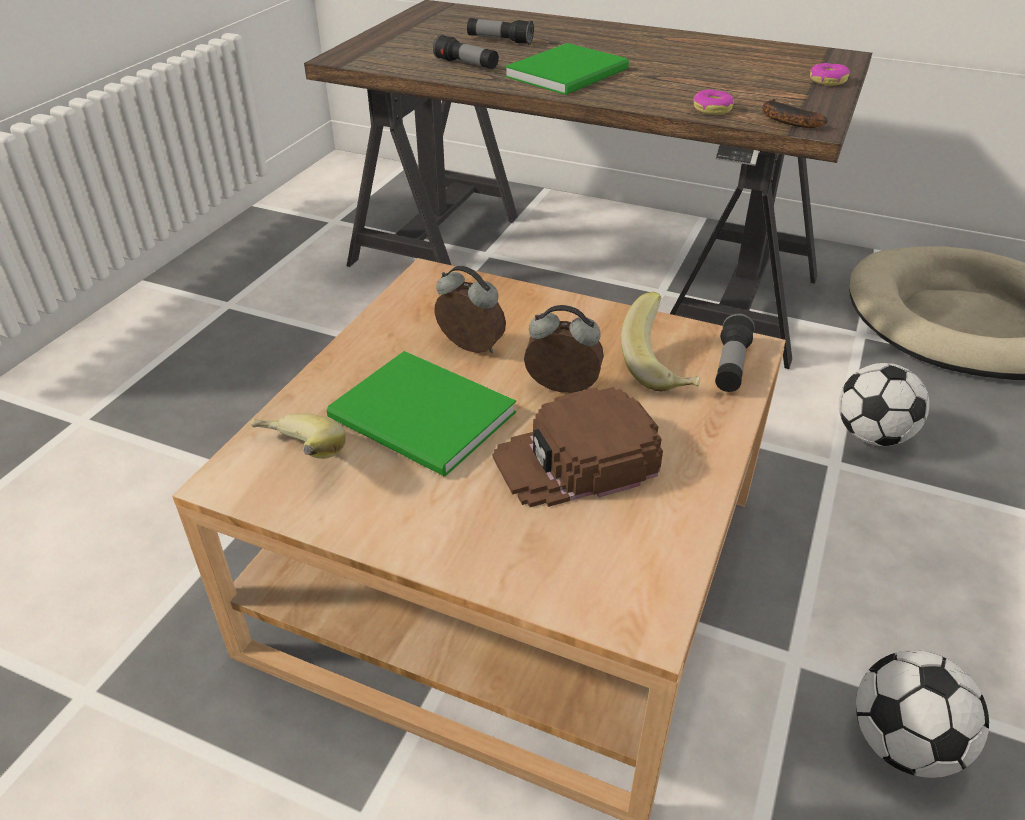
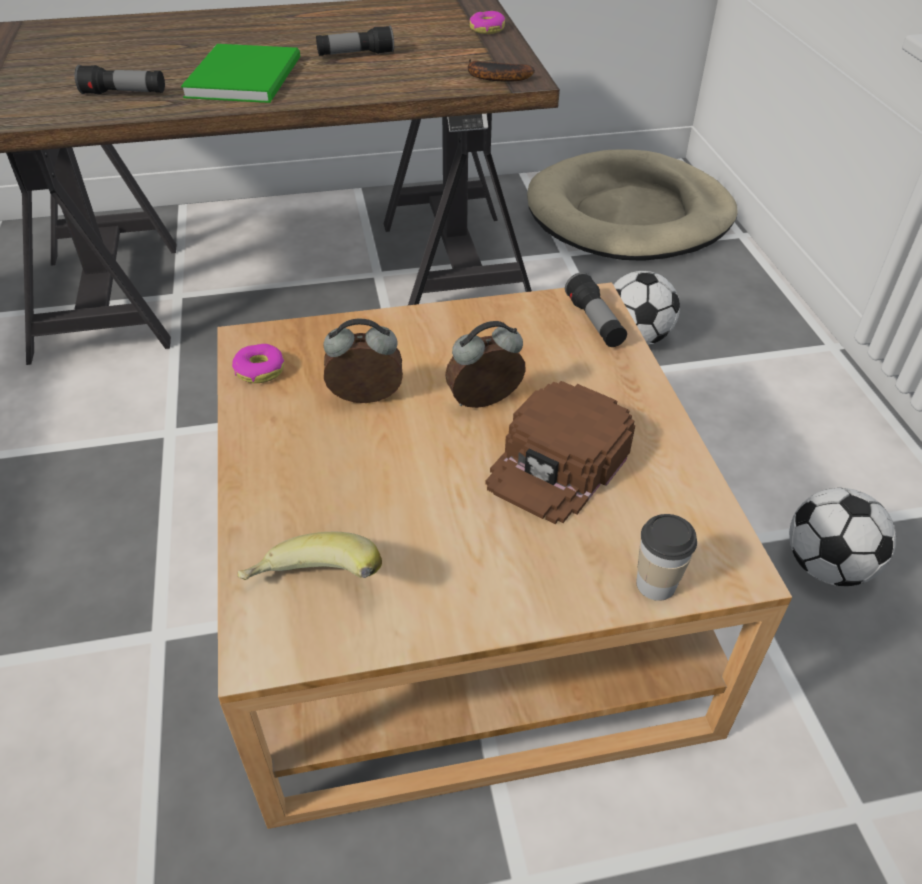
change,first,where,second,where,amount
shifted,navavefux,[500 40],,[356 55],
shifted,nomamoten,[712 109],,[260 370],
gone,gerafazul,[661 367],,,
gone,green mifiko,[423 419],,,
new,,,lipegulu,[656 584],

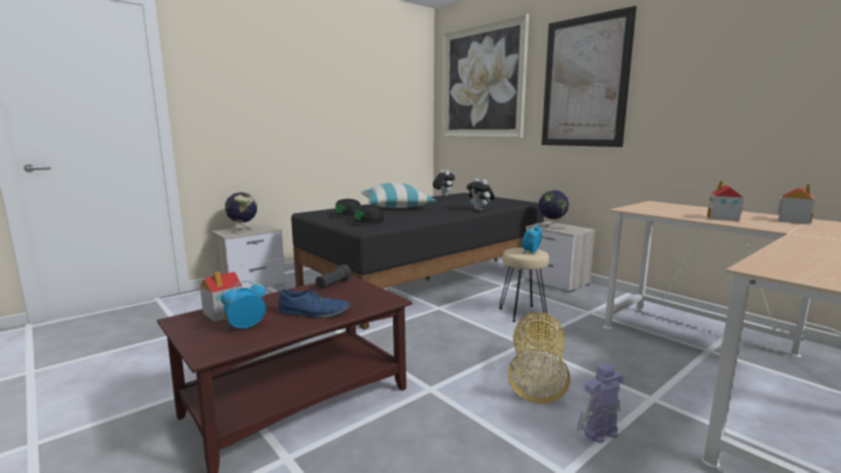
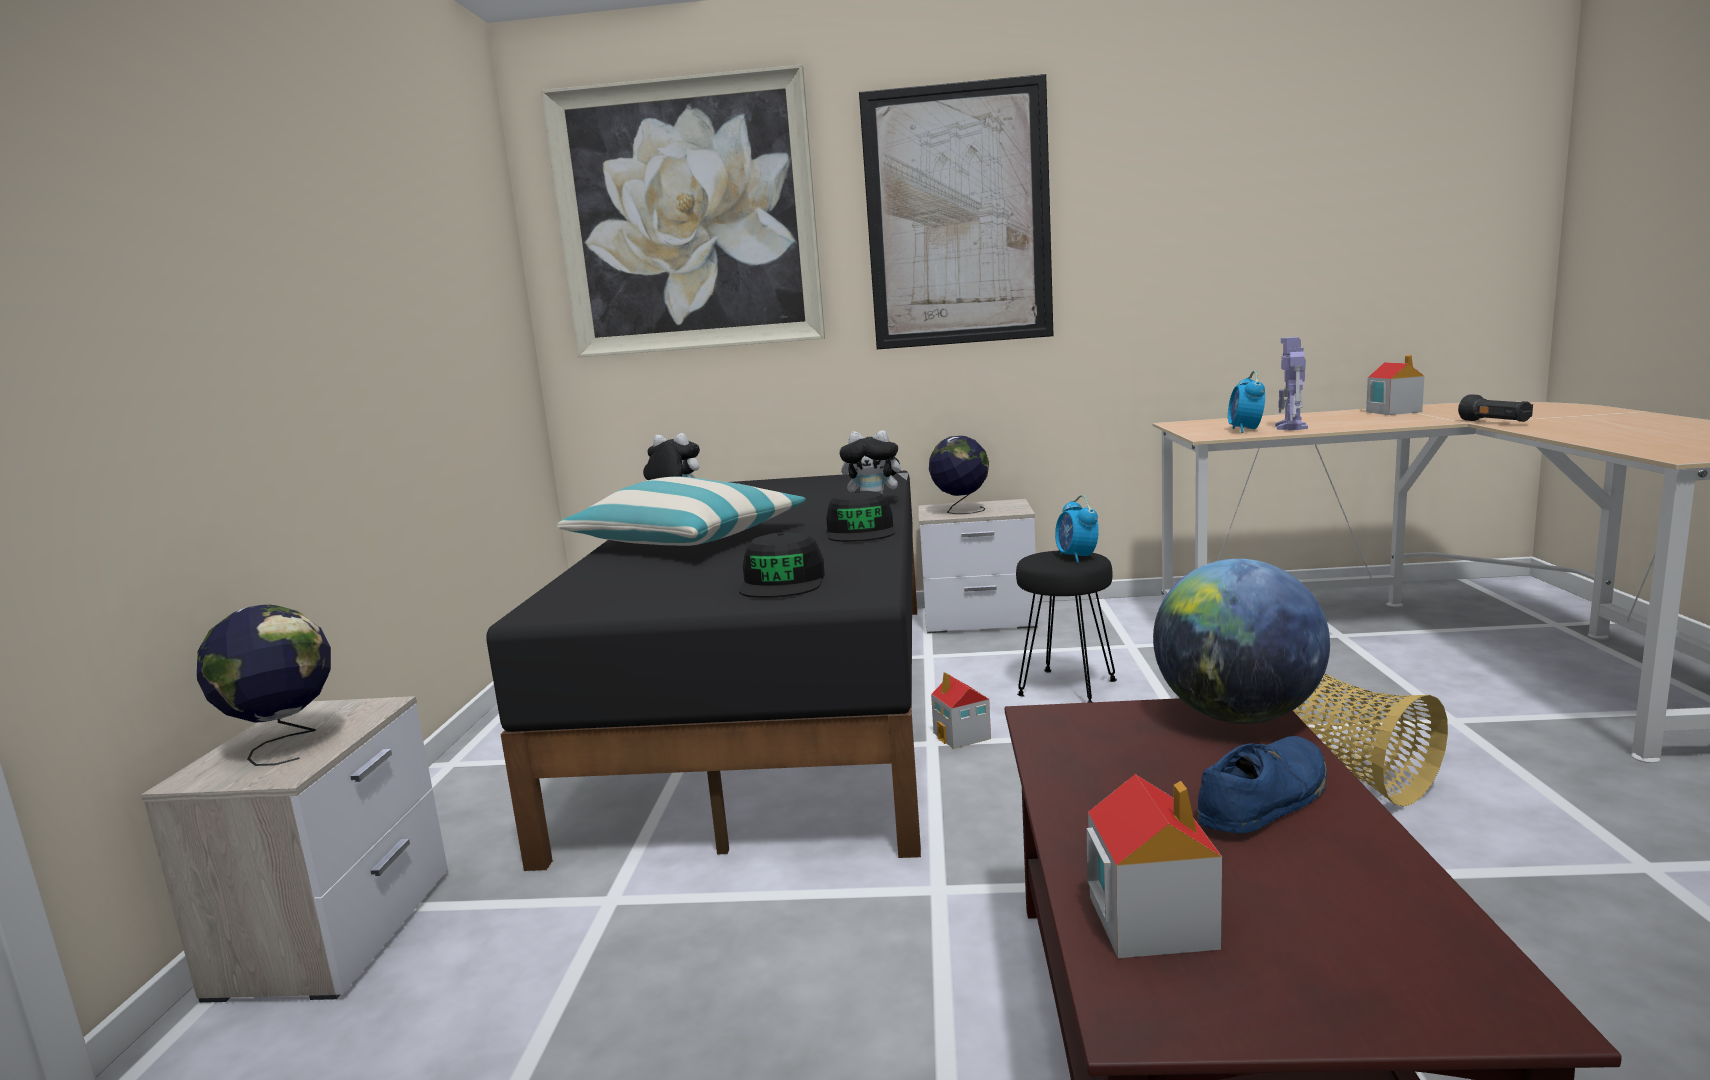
change,first,where,second,where,amount
shifted,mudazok,[722 218],,[962 736],
shifted,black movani,[345 215],,[861 531],
repainted,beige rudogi,[522 313],black rudogi,[1066 687],
shifted,black navavefux,[333 285],,[1495 422],
shifted,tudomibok,[245 326],,[1245 430],
shifted,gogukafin,[599 433],,[1291 427],
new,,,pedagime,[1237 716],

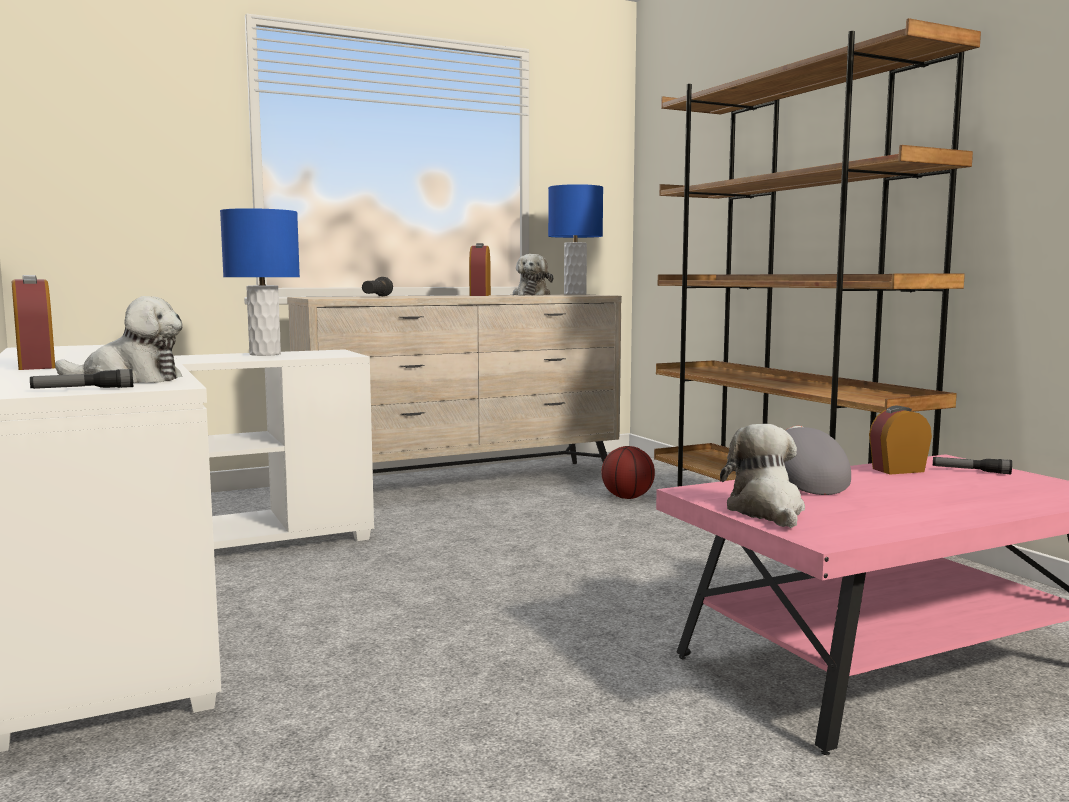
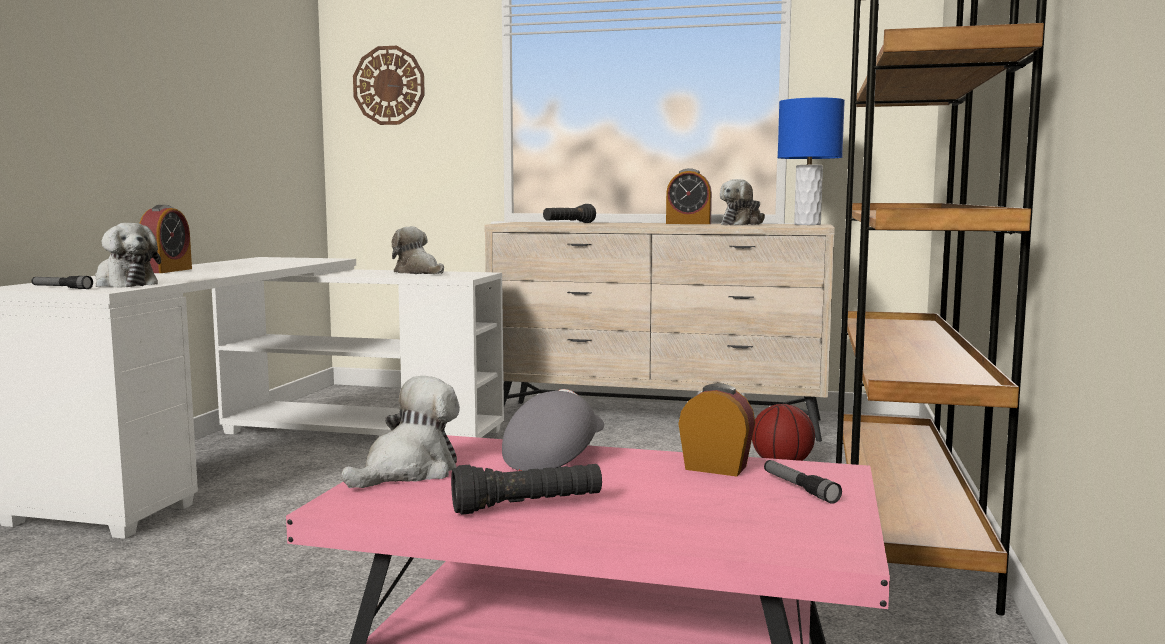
change,first,where,second,where,amount
swapped,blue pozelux,[265 354],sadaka,[418 272],
rotated,tudomibok,[480 295],,[688 223],120 degrees counterclockwise
new,,,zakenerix,[389 85],
new,,,black navavefux,[527 507],

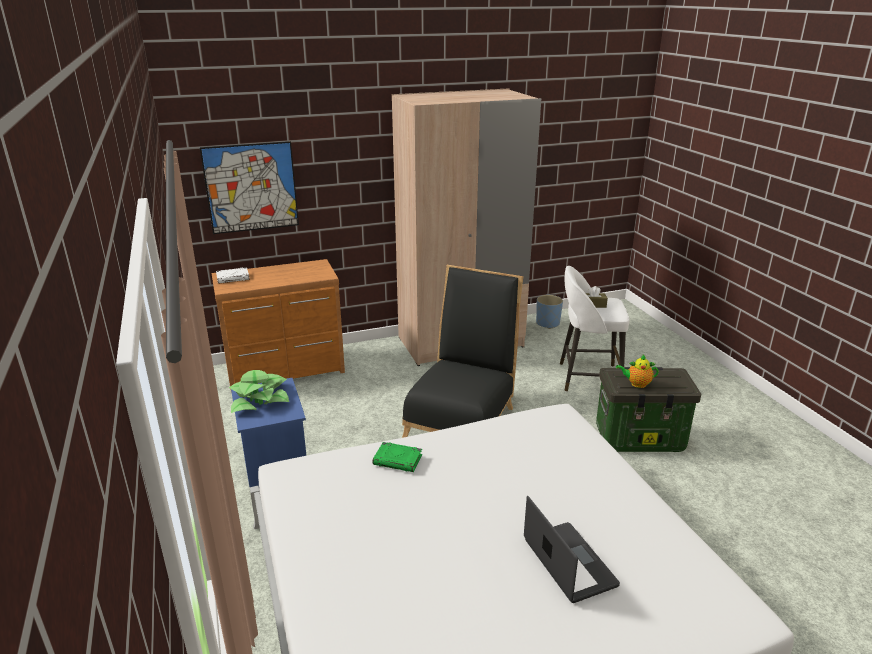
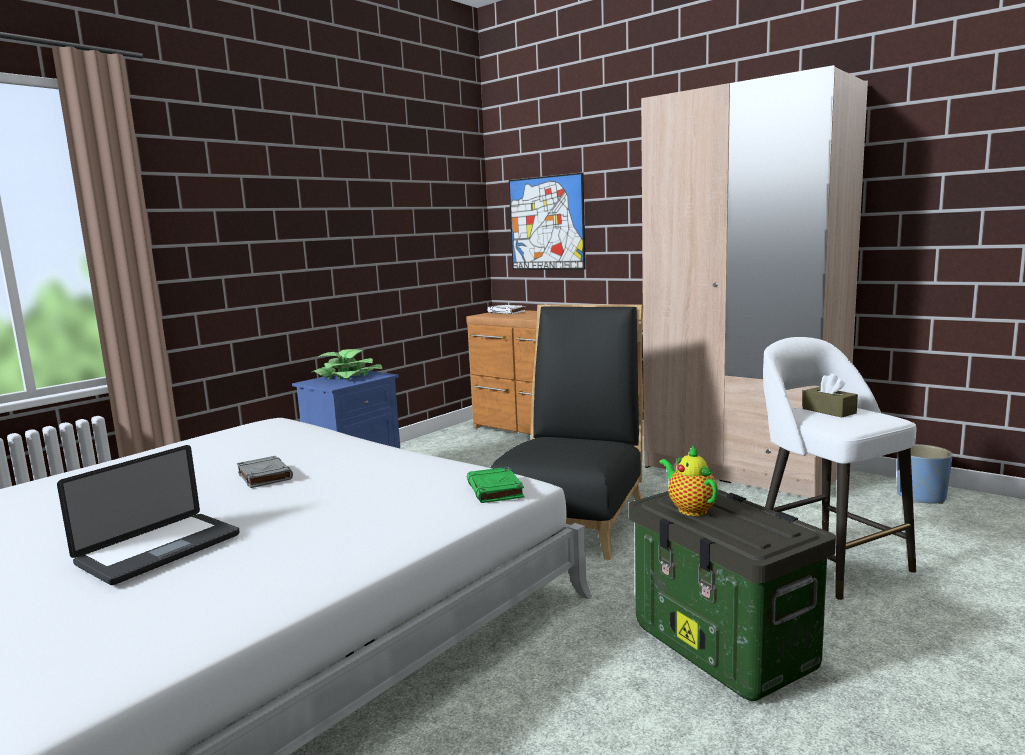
change,first,where,second,where,amount
rotated,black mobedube,[462 419],,[572 516],60 degrees counterclockwise
shifted,green mifiko,[398 460],,[495 490],
new,,,grey mifiko,[264 476],

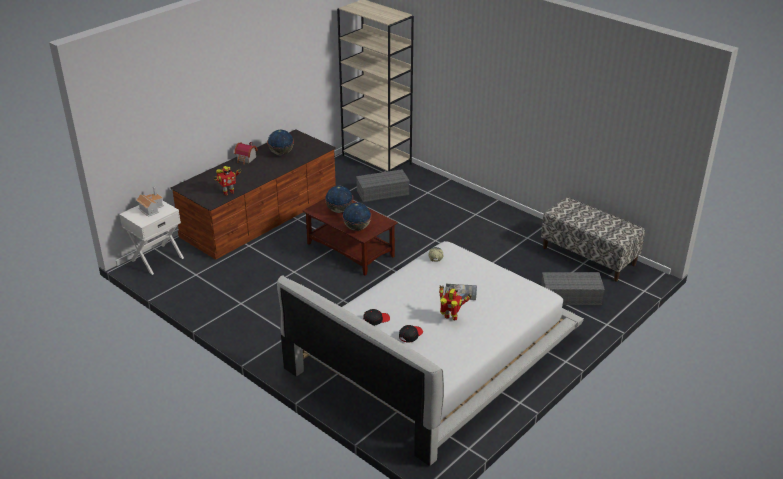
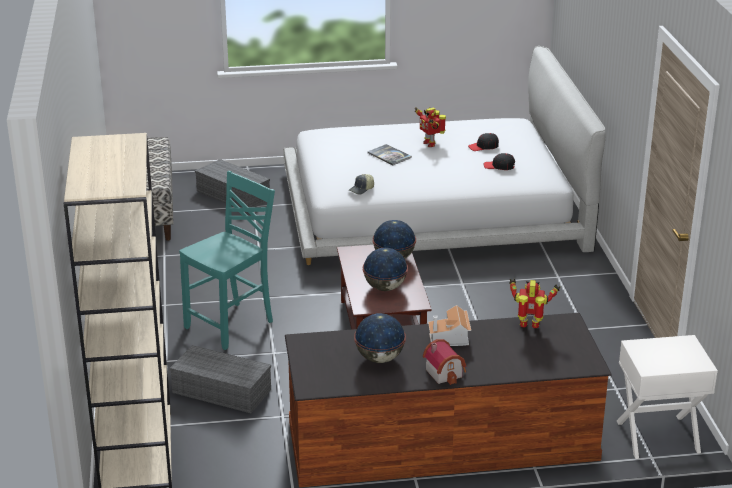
change,first,where,second,where,amount
shifted,mudazok,[151 208],,[450 338],
new,,,turquoise mobedube,[231 325],

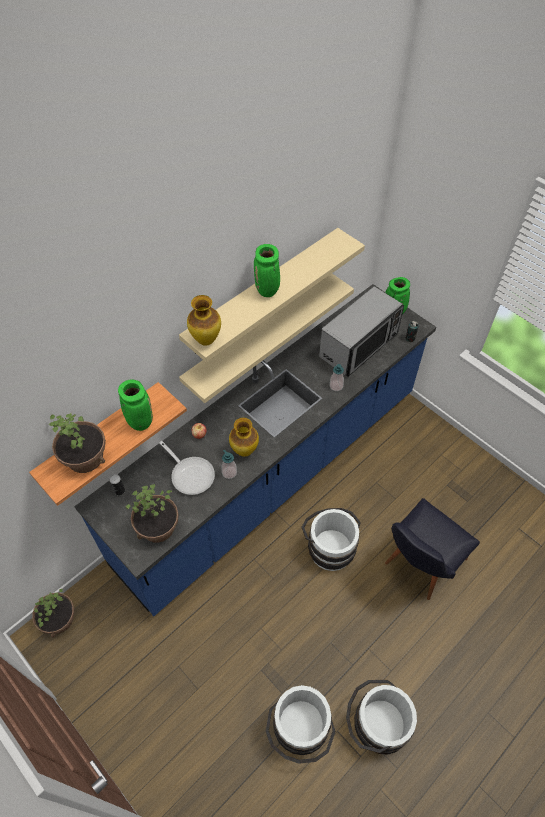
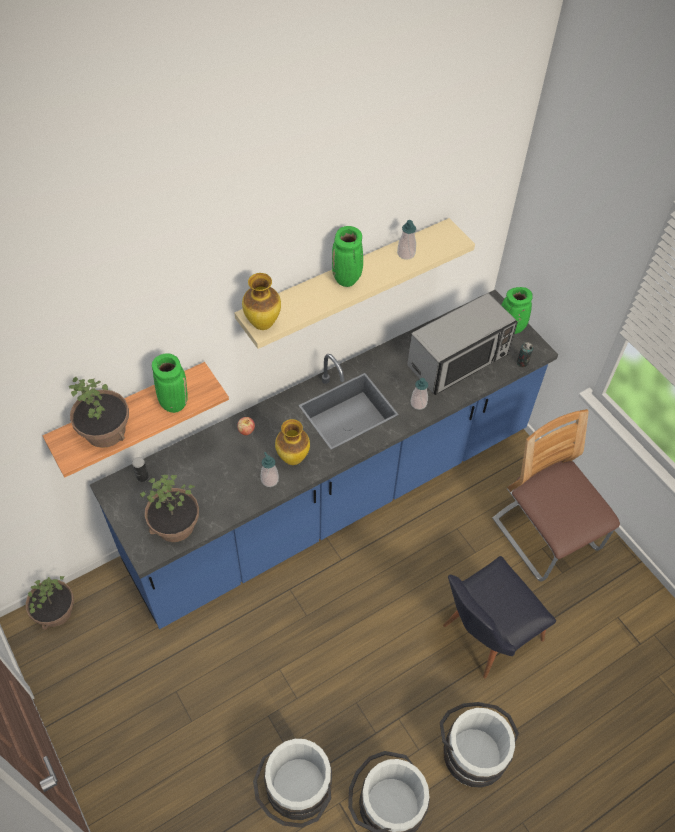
change,first,where,second,where,amount
gone,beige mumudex,[258 333],,,
gone,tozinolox,[190 474],,,
shifted,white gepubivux,[329 545],,[472 750],
new,,,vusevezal,[406 253],
new,,,mobedube,[545 535],

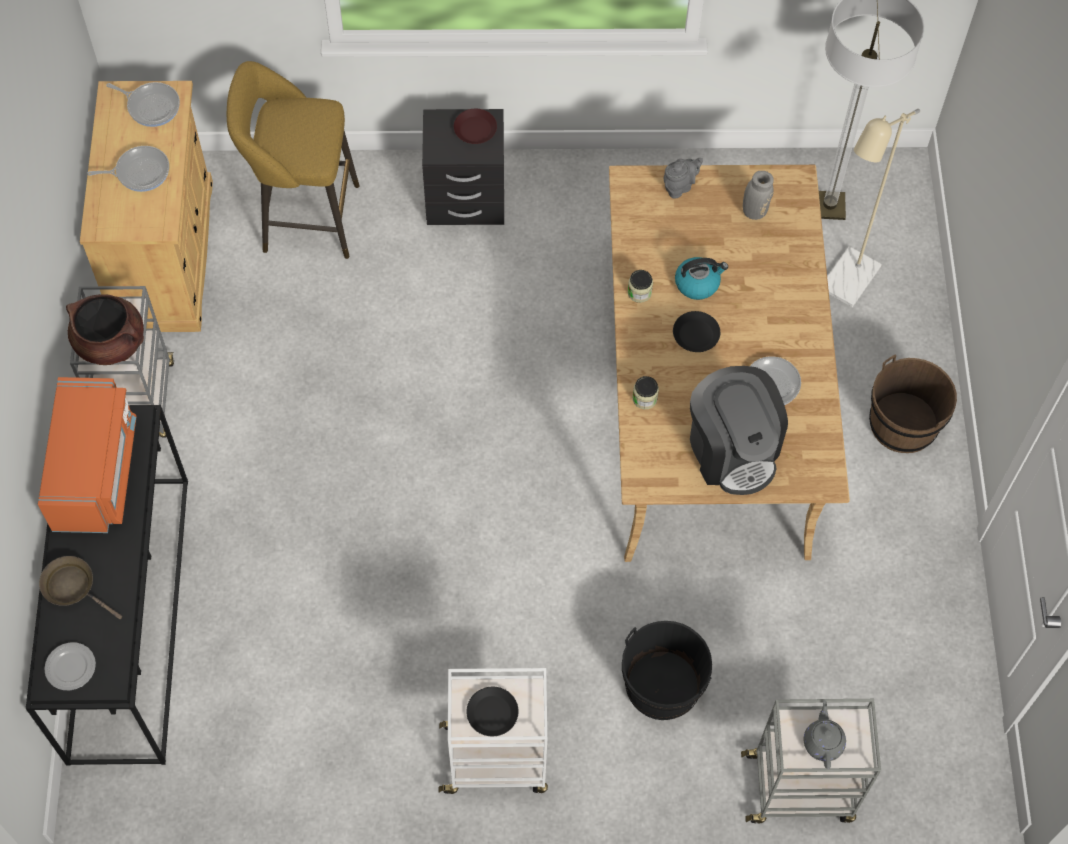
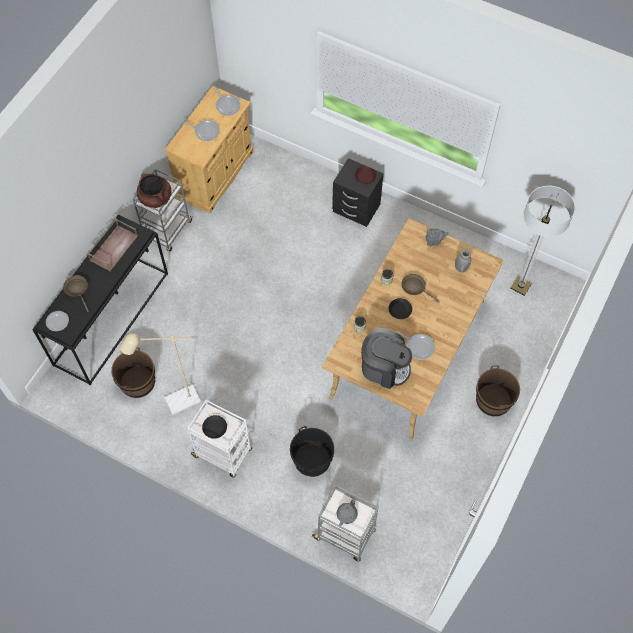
change,first,where,second,where,amount
gone,yellow rudogi,[304 217],,,
shifted,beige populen,[844 286],,[176 402],
swapped,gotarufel,[697 283],brown tozinolox,[415 288],
rotated,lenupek,[732 449],,[384 367],75 degrees counterclockwise
swapped,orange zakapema,[95 472],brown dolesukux,[114 247],
new,,,brown gepubivux,[137 382],

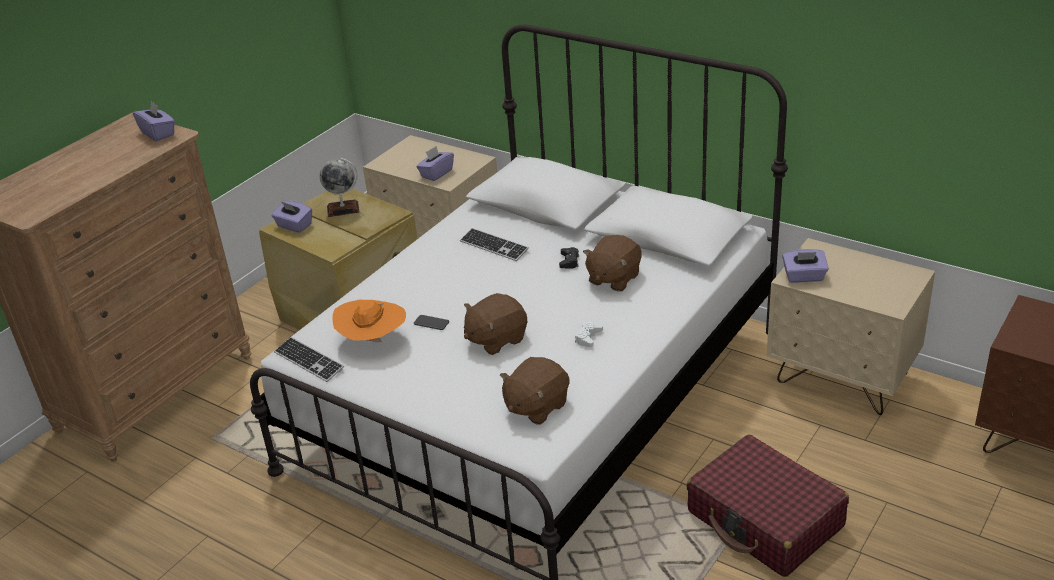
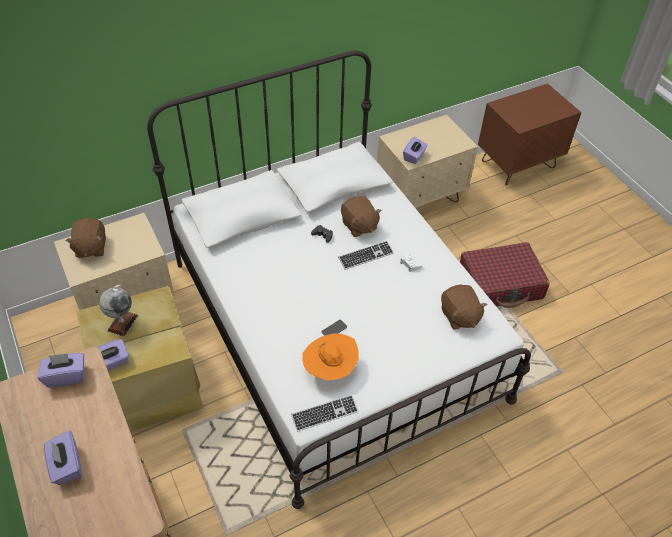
change,first,where,second,where,amount
shifted,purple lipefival,[436 173],,[66 465],
shifted,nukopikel,[494 246],,[366 256],
shifted,brown sadaka,[496 339],,[90 248],

